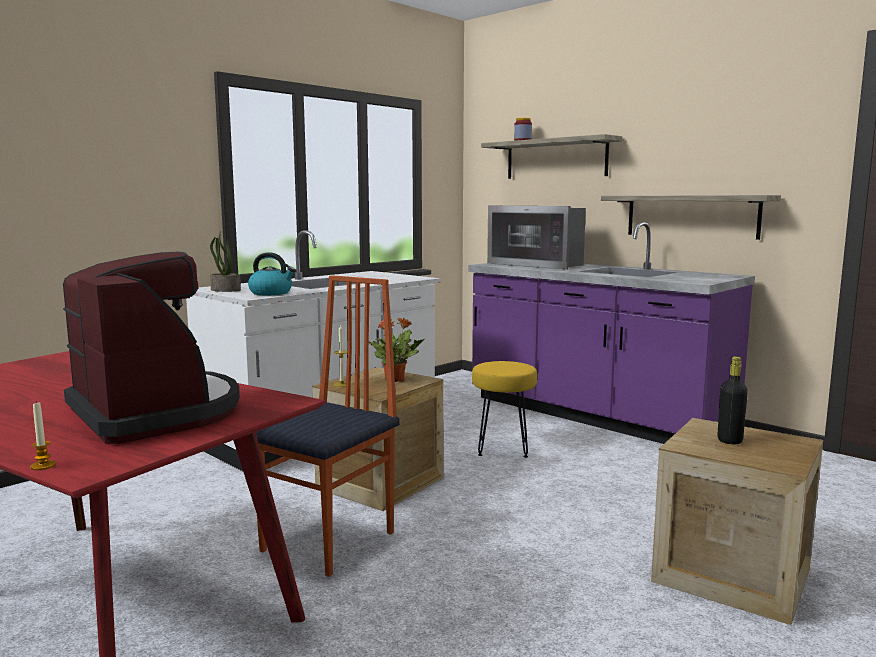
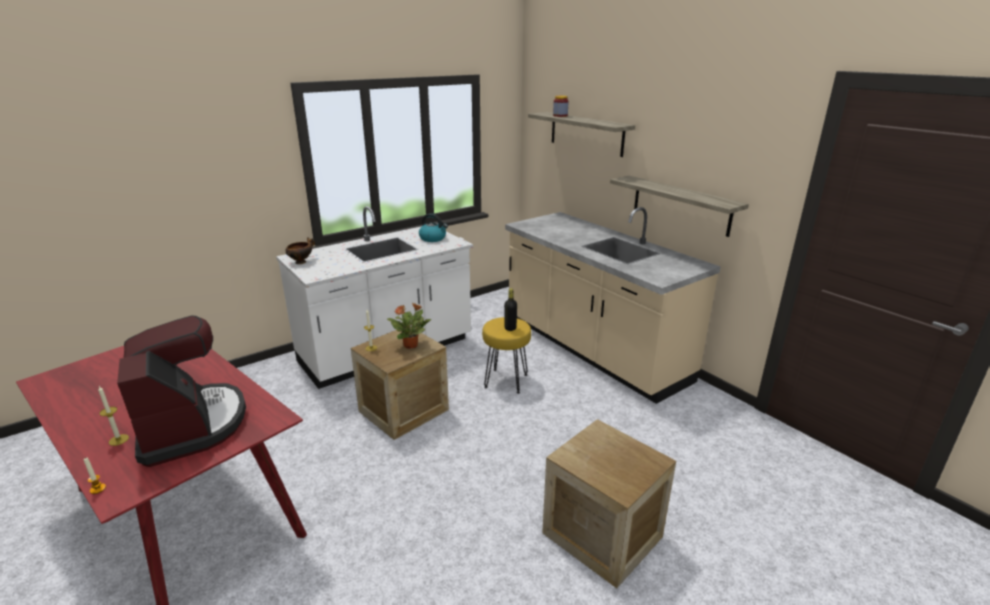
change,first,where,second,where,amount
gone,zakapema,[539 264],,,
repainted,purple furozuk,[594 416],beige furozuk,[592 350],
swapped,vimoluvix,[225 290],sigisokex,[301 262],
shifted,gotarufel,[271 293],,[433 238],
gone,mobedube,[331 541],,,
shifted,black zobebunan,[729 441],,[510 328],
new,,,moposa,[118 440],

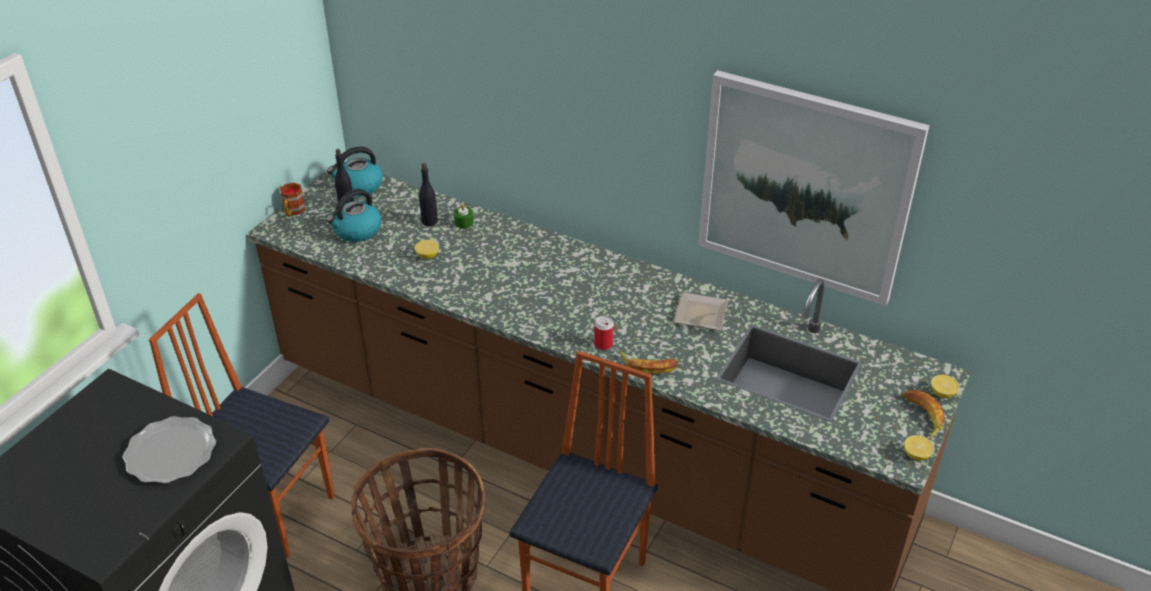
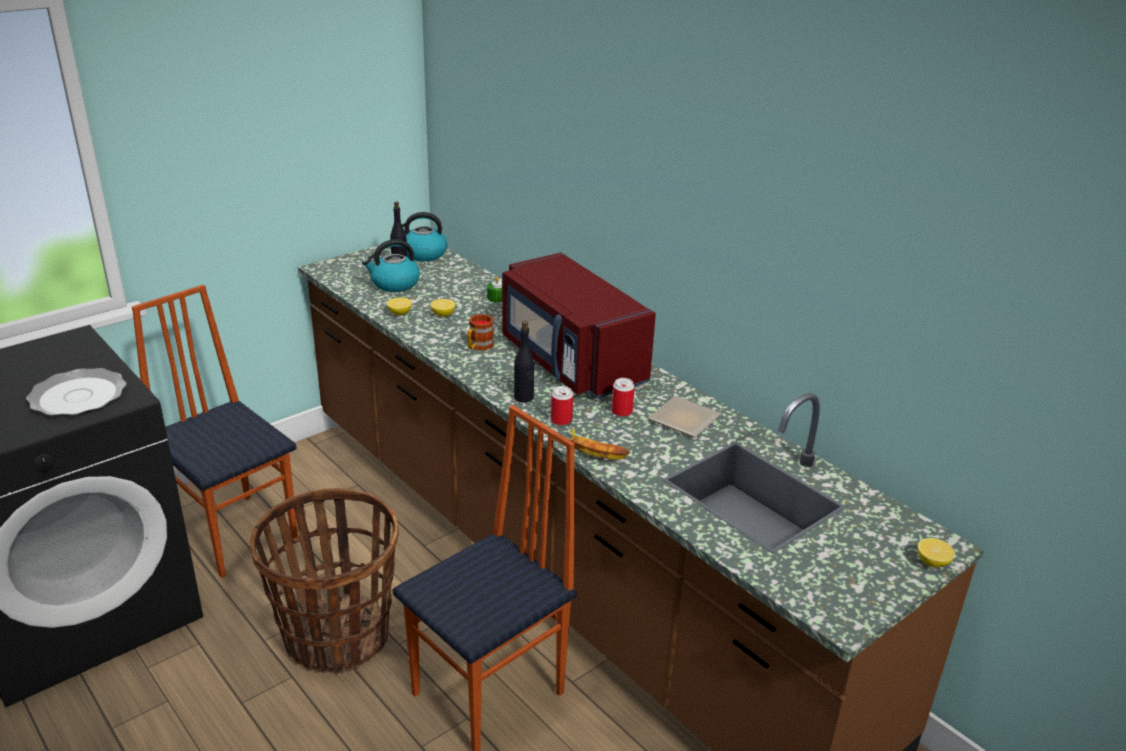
change,first,where,second,where,amount
gone,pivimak,[805 188],,,
shifted,black zobebunan,[430 221],,[524 397],
shifted,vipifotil,[293 211],,[478 346],
gone,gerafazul,[921 416],,,
shifted,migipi,[916 455],,[400 313],
new,,,red zakapema,[570 361],
new,,,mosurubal,[621 412],

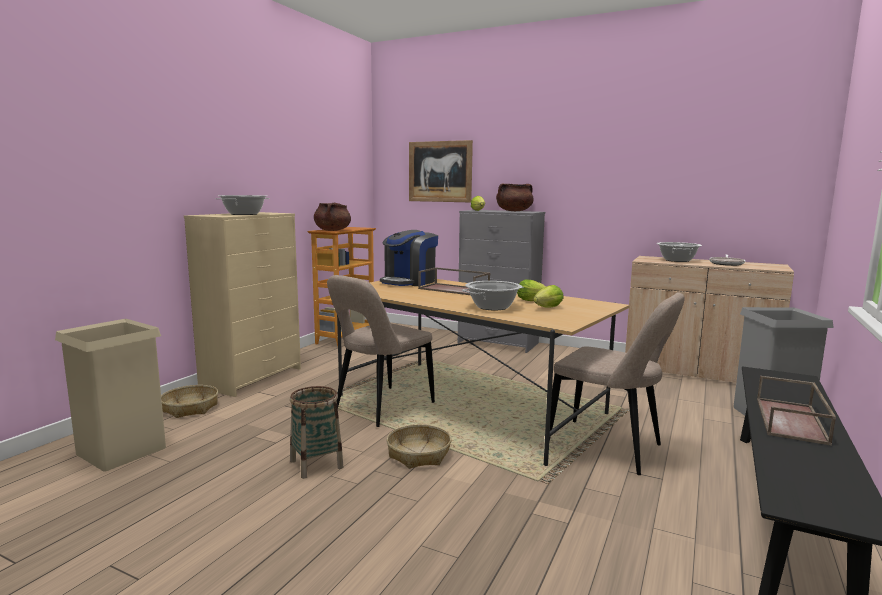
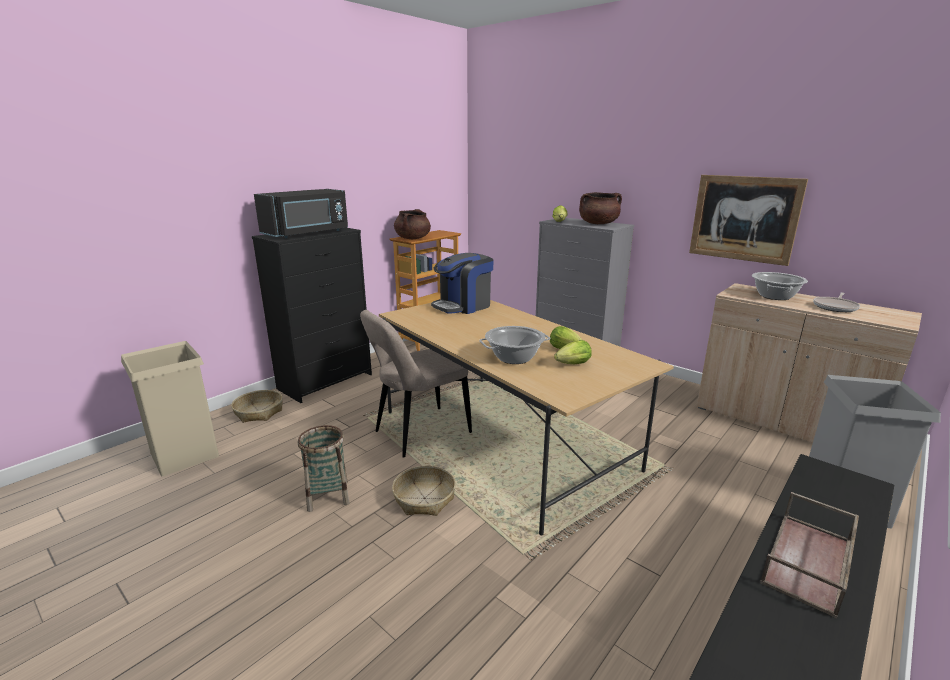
change,first,where,second,where,amount
shifted,pivimak,[440 171],,[744 218],
swapped,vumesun,[244 214],black zakapema,[308 233],
repainted,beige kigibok,[253 377],black kigibok,[326 381],
gone,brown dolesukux,[454 289],,,
gone,beige mobedube,[609 448],,,

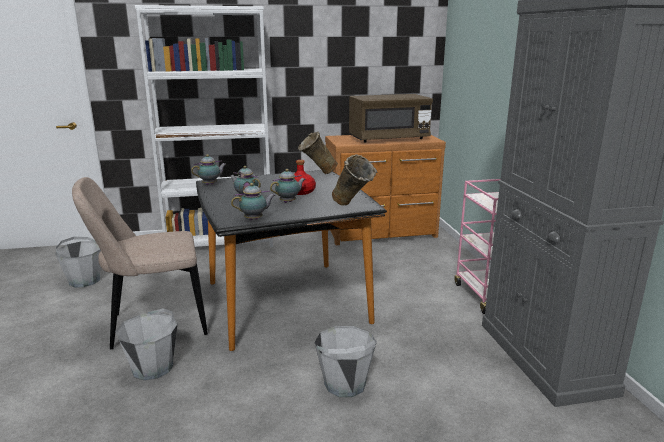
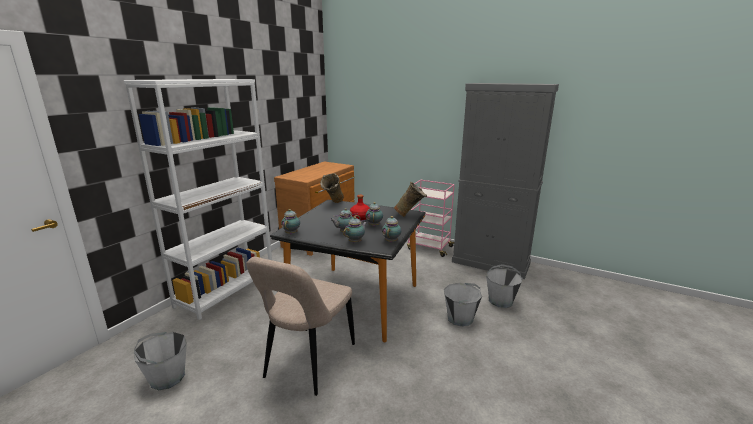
change,first,where,second,where,amount
gone,brown zakapema,[388 139],,,
shifted,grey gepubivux,[153 368],,[501 301],
new,,,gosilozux,[356 242],

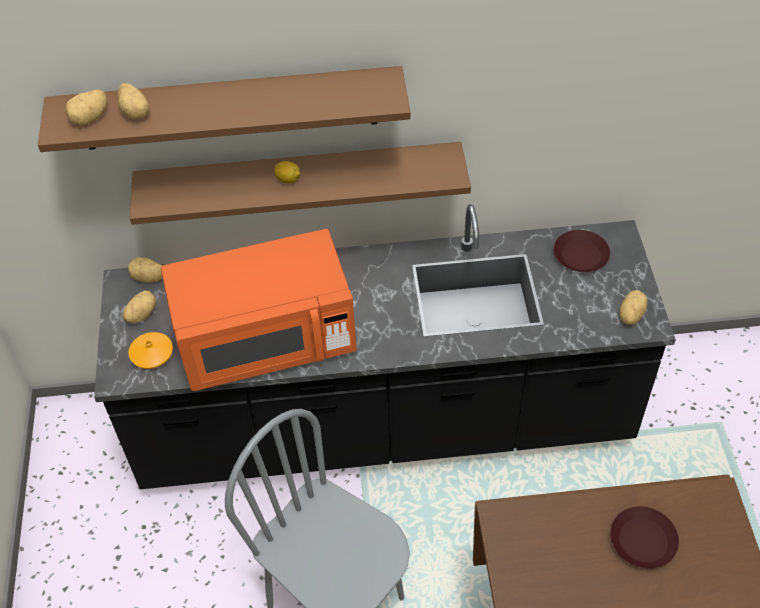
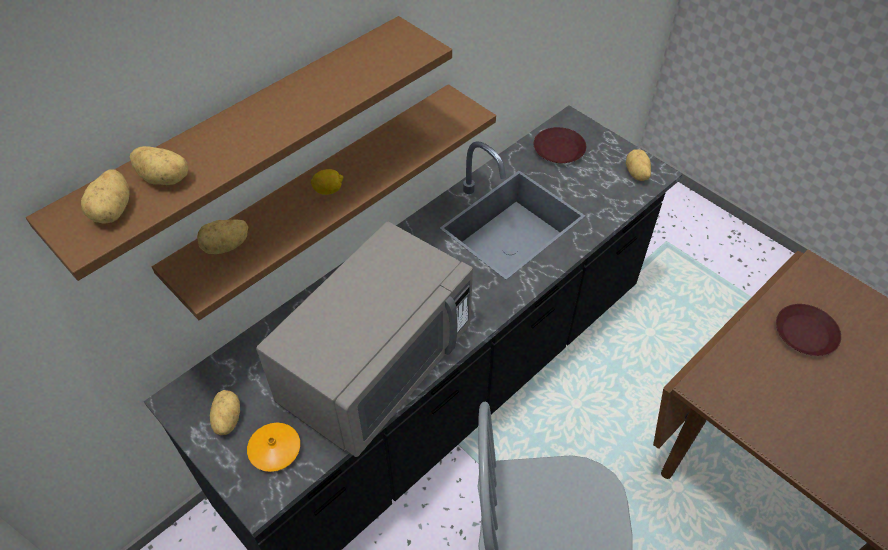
change,first,where,second,where,amount
repainted,orange zakapema,[266 341],grey zakapema,[376 367],
shifted,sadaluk,[149 278],,[226 246],

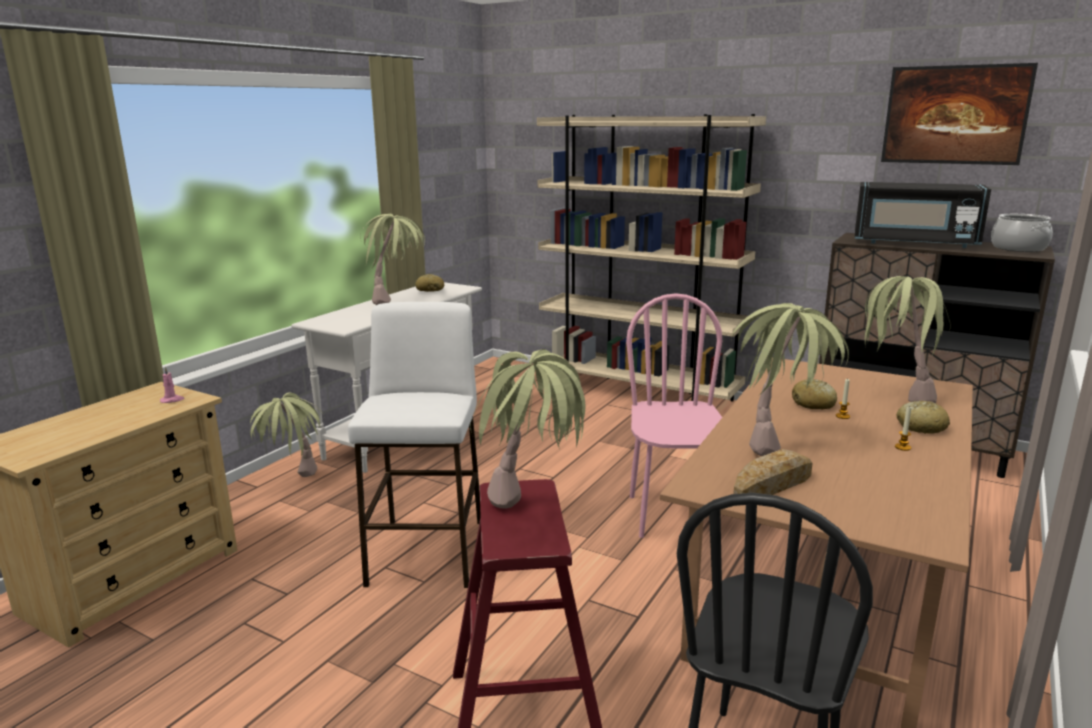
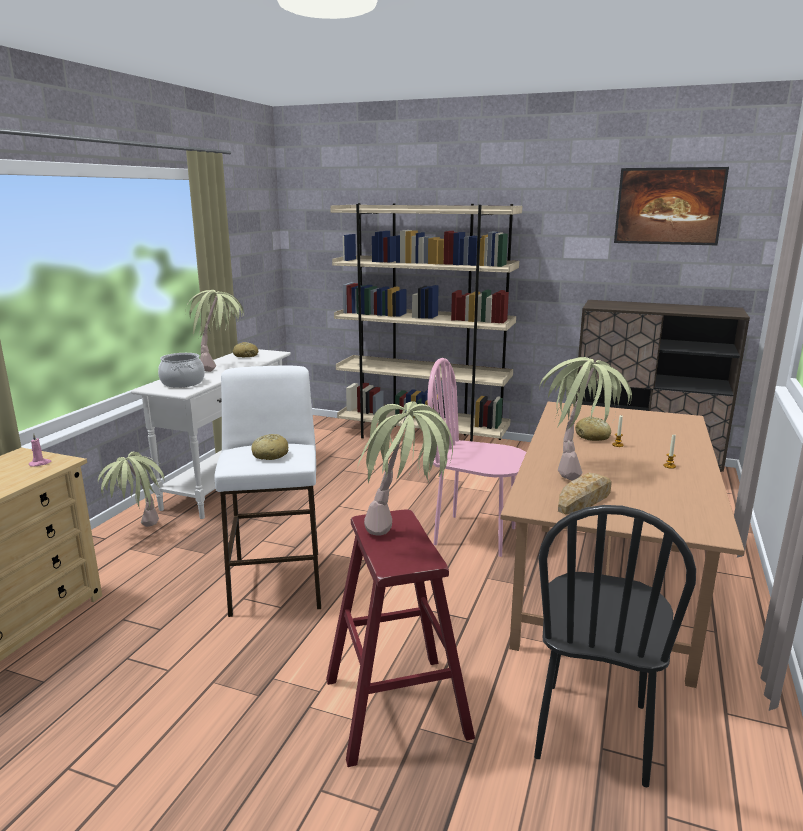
change,first,where,second,where,amount
gone,black zakapema,[914 243],,,
shifted,vumesun,[1019 248],,[183 383],
gone,vimoluvix,[893 396],,,
rotated,pink mobedube,[673 516],,[475 535],60 degrees counterclockwise
shifted,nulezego,[920 426],,[270 455],

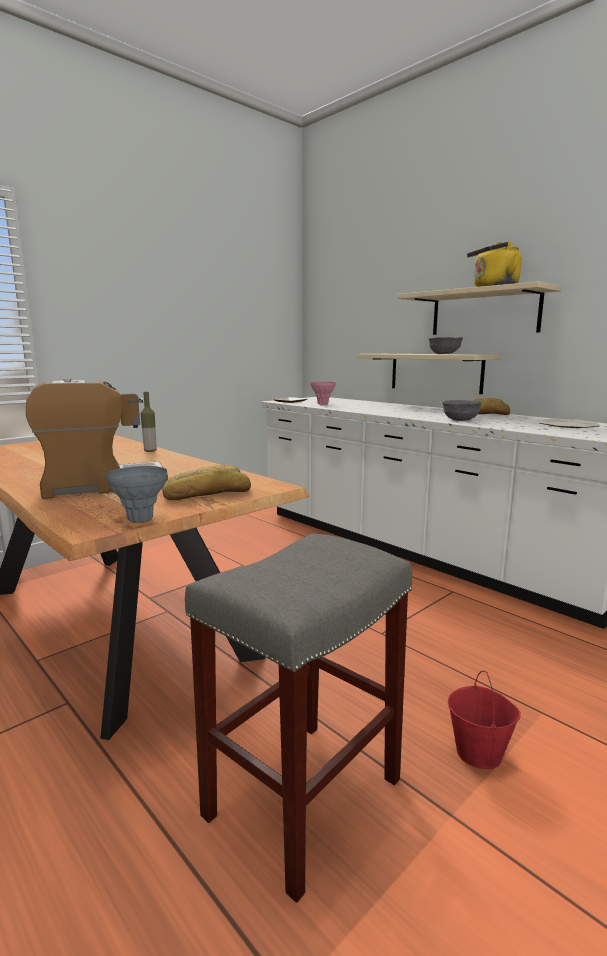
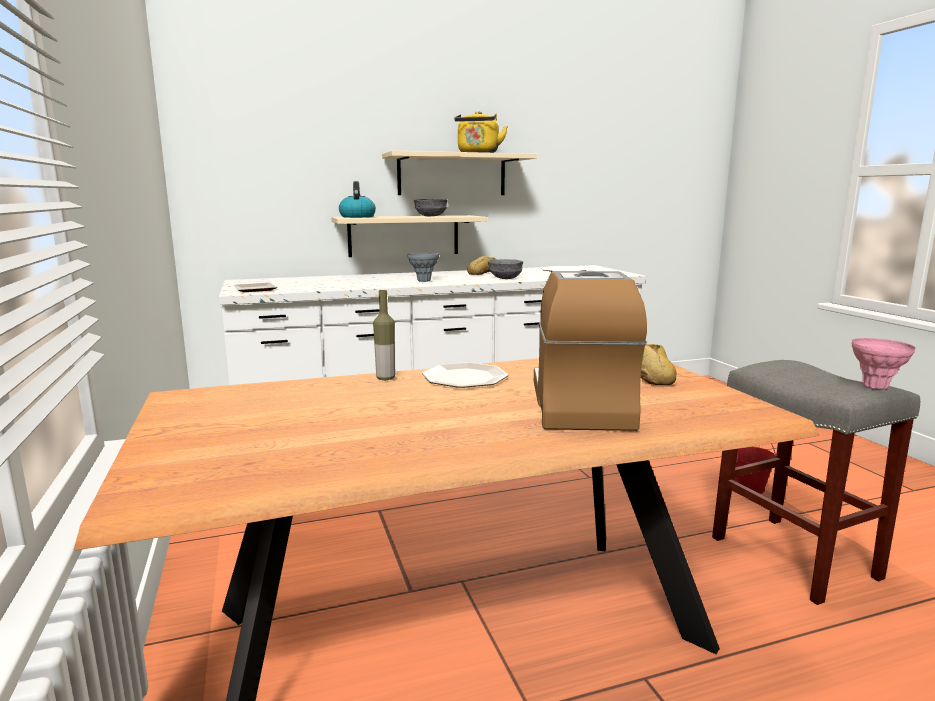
change,first,where,second,where,amount
shifted,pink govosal,[322 404],,[875 387],
shifted,grey govosal,[140 519],,[423 281],
new,,,gotarufel,[357 217],
new,,,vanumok,[465 377],

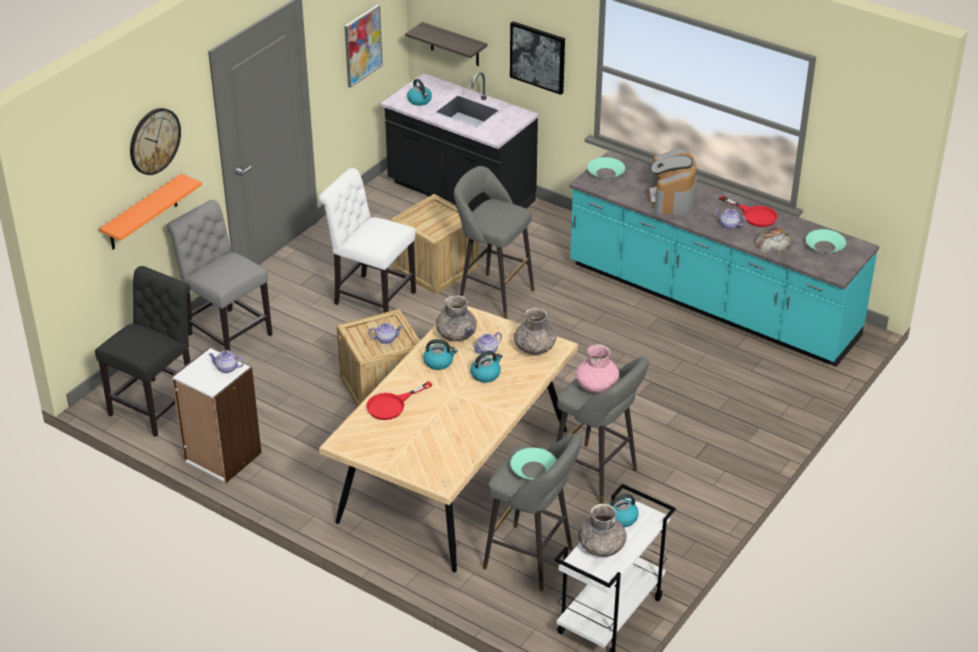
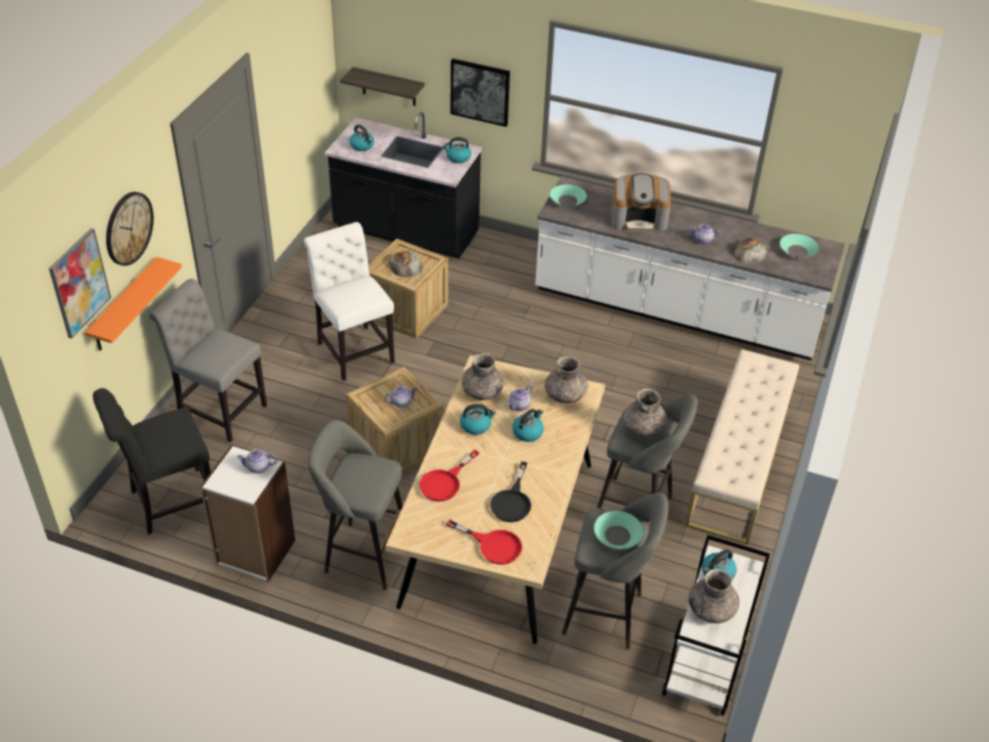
change,first,where,second,where,amount
shifted,pivimak,[362 45],,[79 283],
rotated,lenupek,[671 198],,[639 219],75 degrees counterclockwise
repainted,turquoise furozuk,[711 302],white furozuk,[676 311],
shifted,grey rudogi,[492 295],,[362 554],
rotated,white mobedube,[371 297],,[353 350],45 degrees clockwise
shifted,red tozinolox,[754 215],,[493 545],
rotated,black mobedube,[157 404],,[169 502],135 degrees counterclockwise
repainted,pink govosal,[597 385],grey govosal,[643 428],
new,,,gotarufel,[458 158],
new,,,nulezego,[405 265],
new,,,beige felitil,[739 464],
new,,,black tozinolox,[512 501],

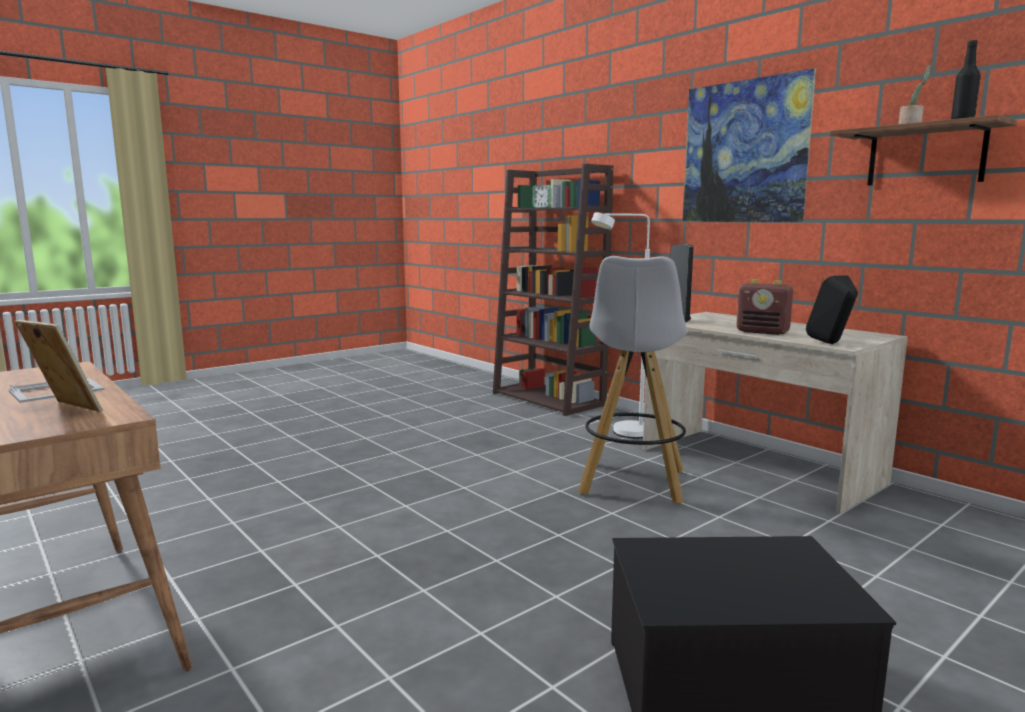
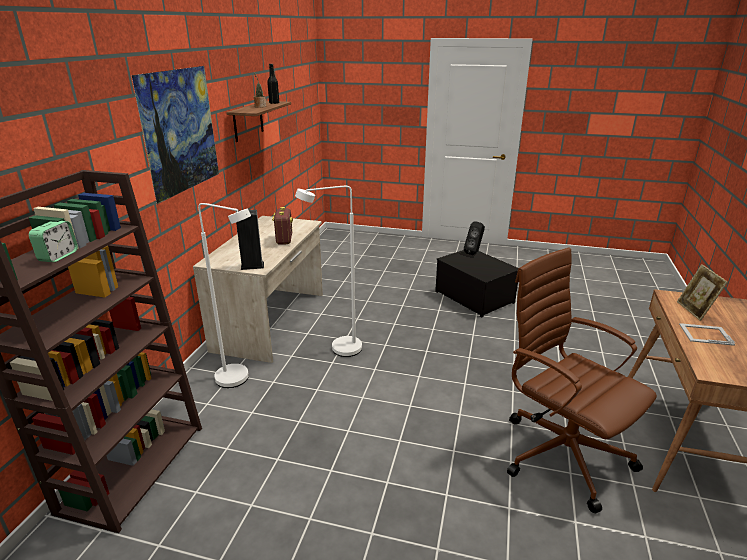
change,first,where,second,where,amount
swapped,white rudogi,[632 483],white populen,[338 350],
shifted,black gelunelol,[831 343],,[474 253],
new,,,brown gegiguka,[561 452],

